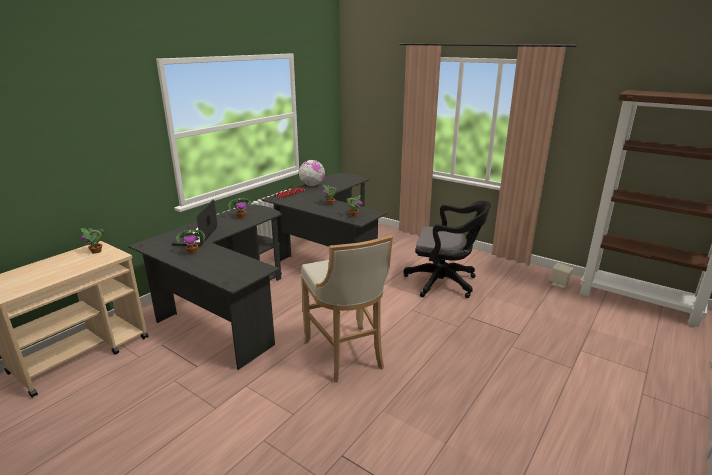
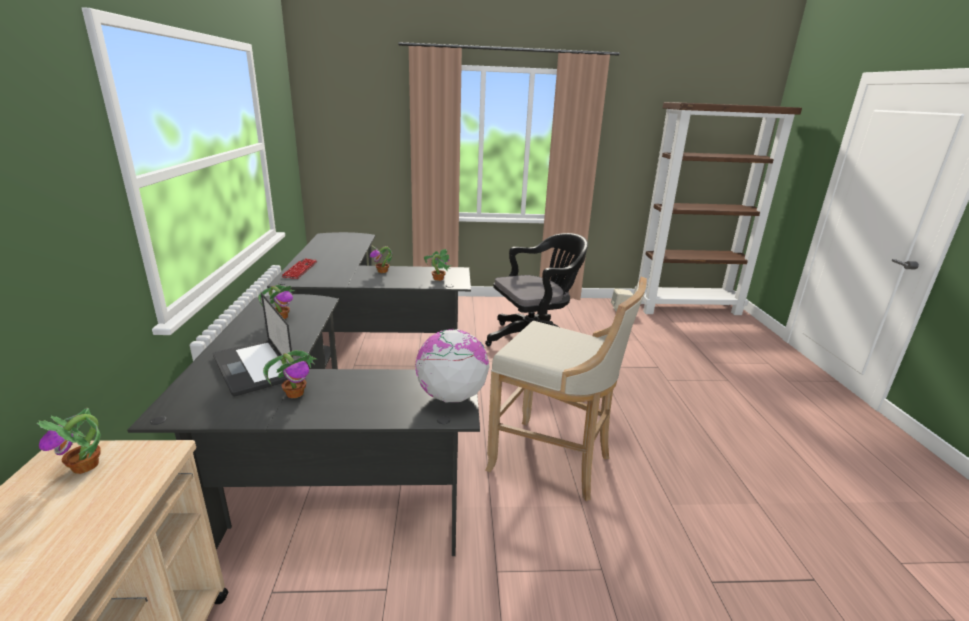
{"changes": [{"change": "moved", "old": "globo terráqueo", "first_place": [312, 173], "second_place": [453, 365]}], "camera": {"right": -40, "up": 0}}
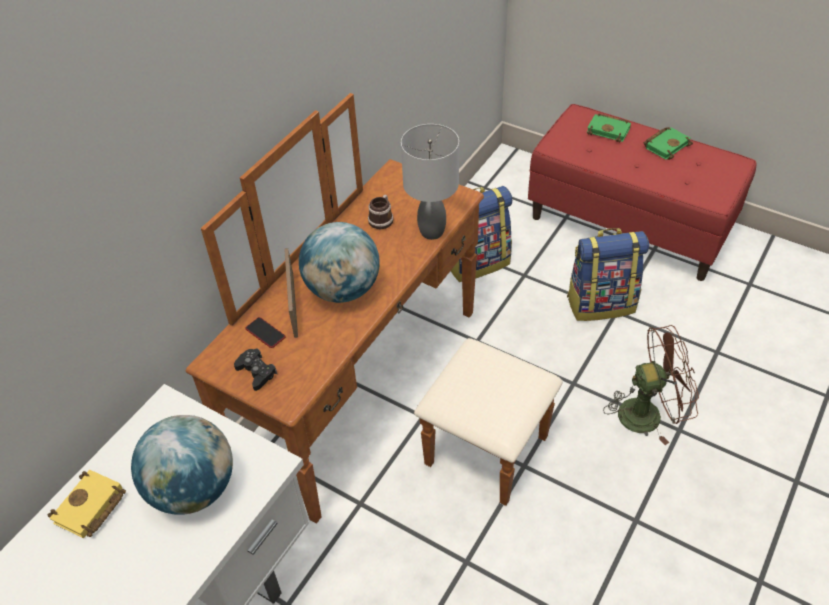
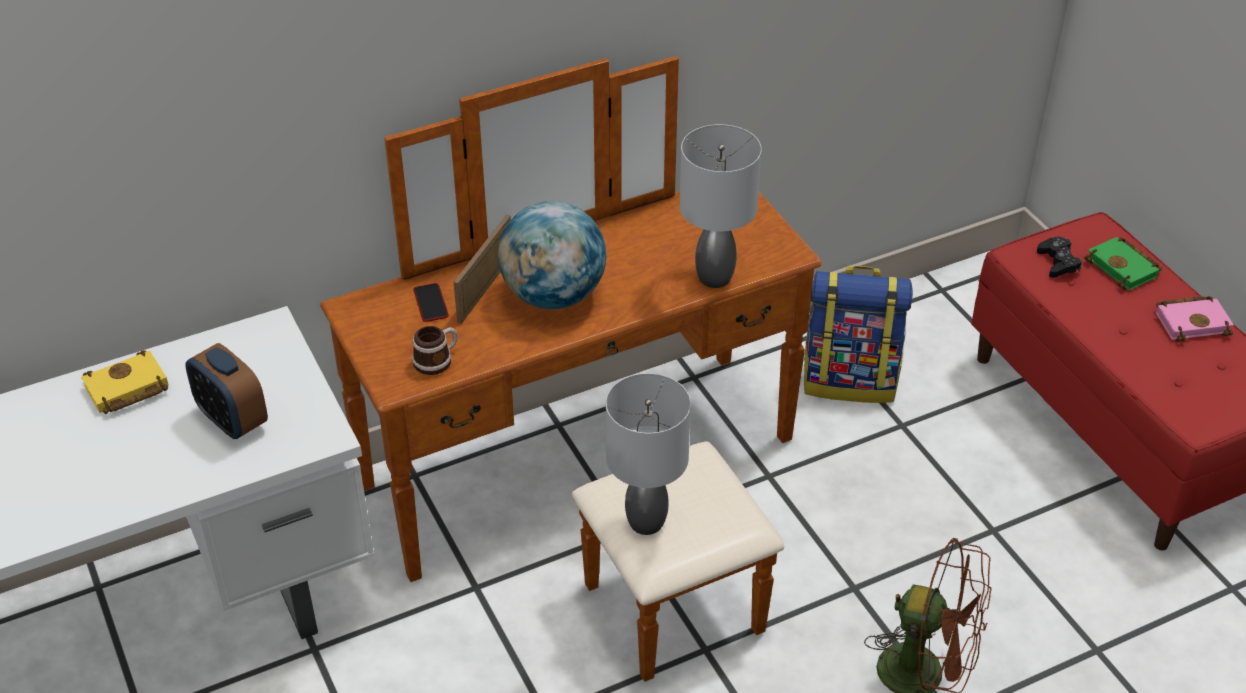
{"changes": [{"change": "replaced", "old": "globo terráqueo", "new": "despertador", "first_place": [182, 465], "second_place": [227, 391]}, {"change": "moved", "old": "mando de consola (negro)", "first_place": [255, 369], "second_place": [1059, 257]}, {"change": "moved", "old": "taza grande", "first_place": [380, 212], "second_place": [435, 350]}, {"change": "removed", "old": "mochila", "first_place": [608, 274]}, {"change": "recoloured", "old": "libro (verde)", "new": "libro (rosa)", "first_place": [668, 143], "second_place": [1195, 319]}, {"change": "added", "new": "lámpara de mesa (gris)", "second_place": [648, 454]}], "camera": {"right": 30, "up": -5}}
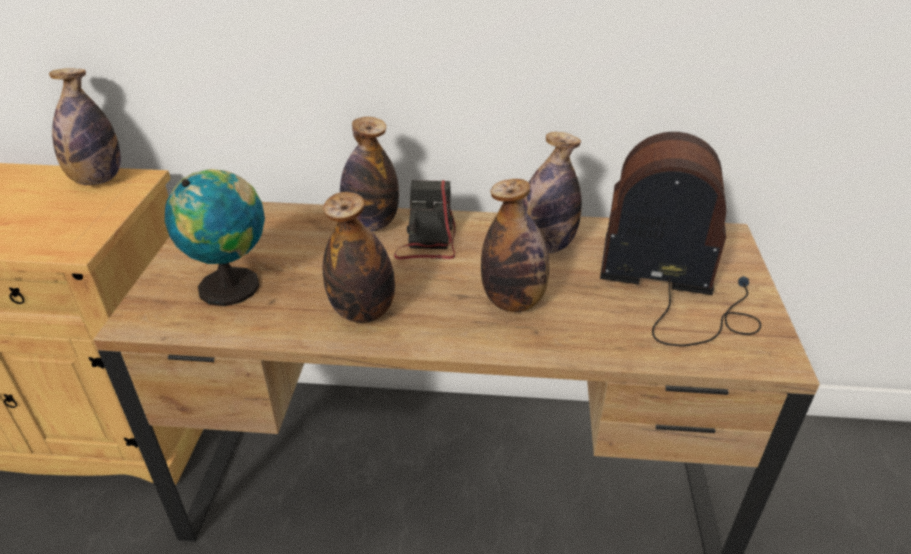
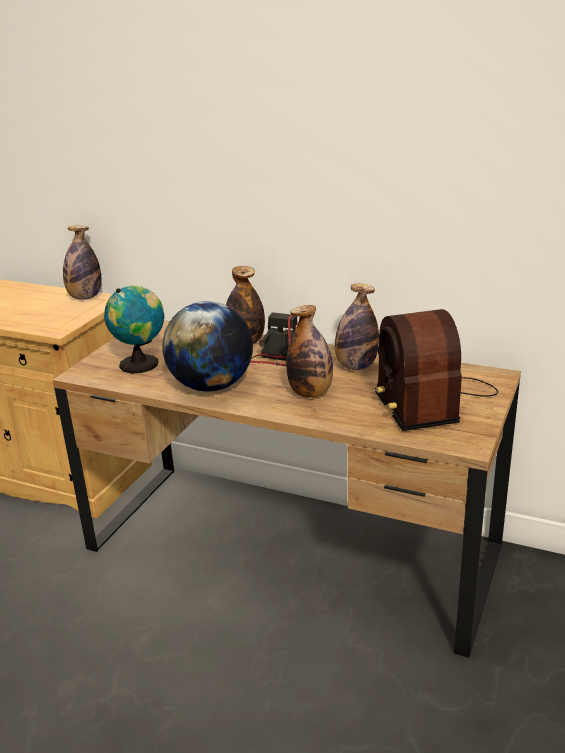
{"changes": [{"change": "replaced", "old": "botella", "new": "globo terráqueo", "first_place": [359, 257], "second_place": [207, 346]}, {"change": "turned", "old": "radio", "first_place": [680, 239], "second_place": [436, 370], "degrees": -135}], "camera": {"right": 20, "up": -10}}
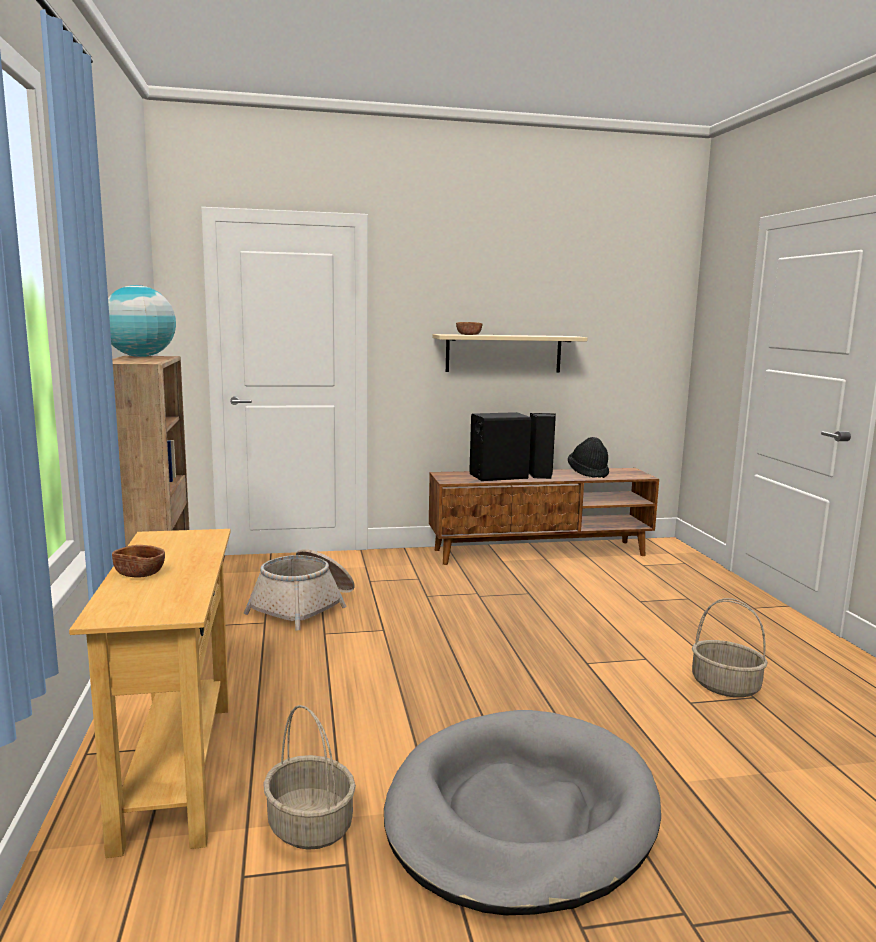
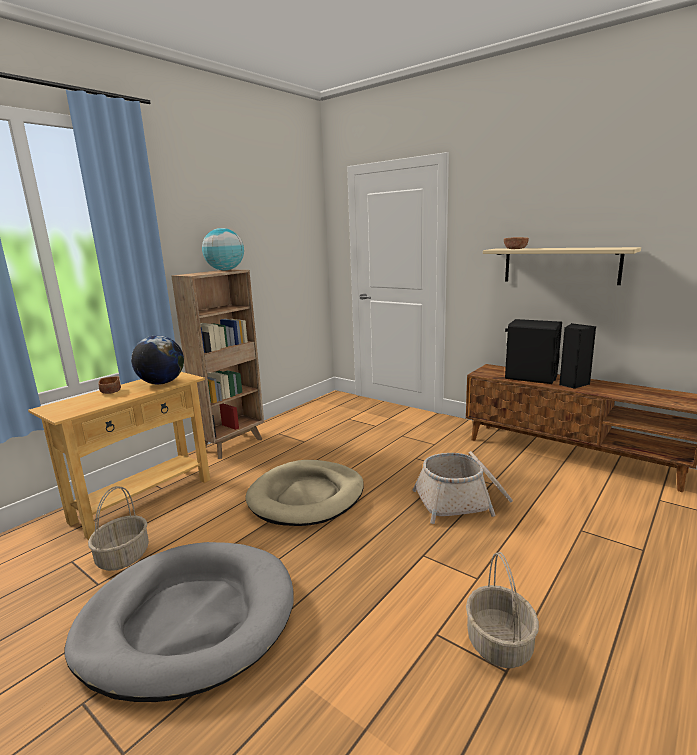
{"changes": [{"change": "moved", "old": "cesta", "first_place": [299, 590], "second_place": [463, 487]}, {"change": "removed", "old": "sombrero (negro)", "first_place": [588, 457]}, {"change": "added", "new": "globo terráqueo", "second_place": [157, 360]}, {"change": "added", "new": "cama para perro (beis)", "second_place": [304, 493]}], "camera": {"right": 50, "up": 5}}
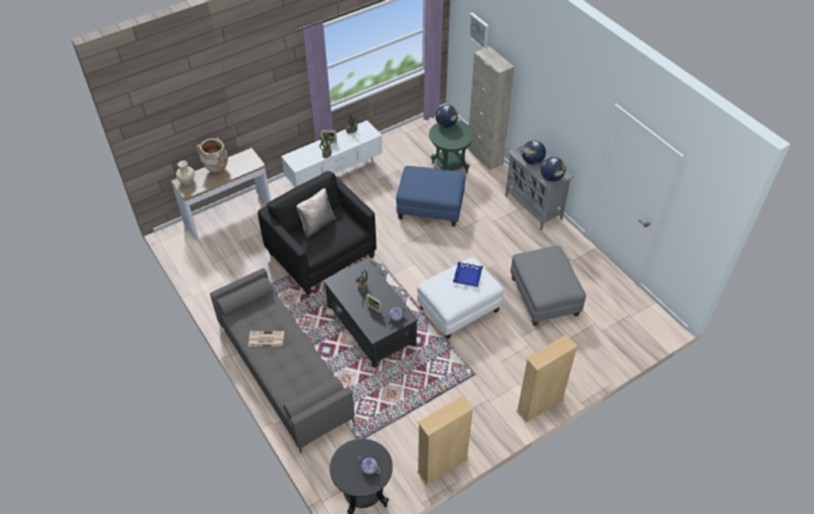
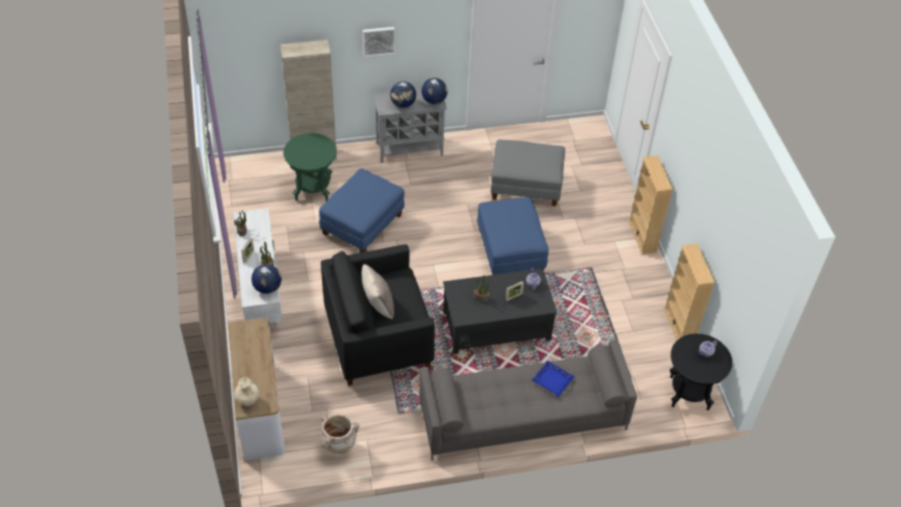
{"changes": [{"change": "moved", "old": "florero (beis)", "first_place": [212, 156], "second_place": [339, 434]}, {"change": "removed", "old": "periódico", "first_place": [266, 339]}, {"change": "recoloured", "old": "puf (blanco)", "new": "puf (azul)", "first_place": [460, 298], "second_place": [513, 236]}, {"change": "moved", "old": "globo terráqueo", "first_place": [447, 116], "second_place": [266, 279]}, {"change": "moved", "old": "bandeja (azul)", "first_place": [468, 274], "second_place": [553, 378]}, {"change": "moved", "old": "cuadro", "first_place": [478, 30], "second_place": [379, 42]}], "camera": {"right": -70, "up": 0}}
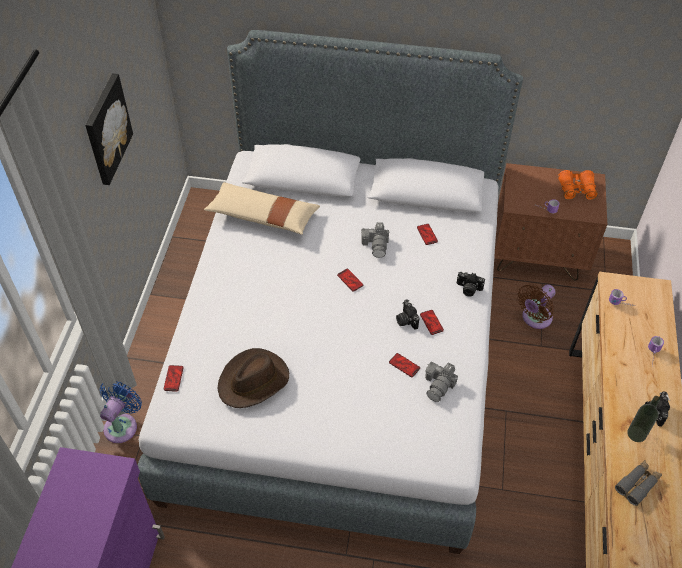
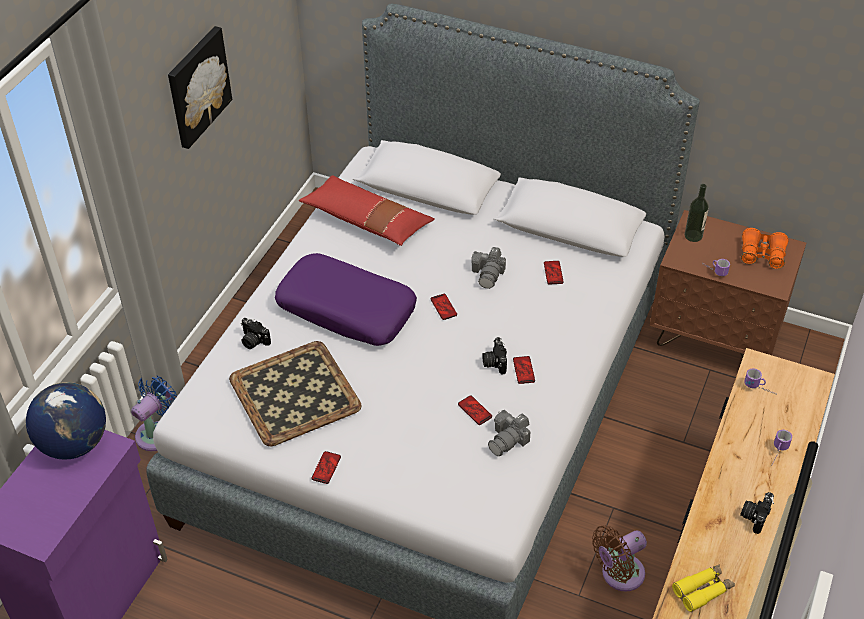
{"changes": [{"change": "moved", "old": "móvil", "first_place": [173, 378], "second_place": [326, 467]}, {"change": "recoloured", "old": "cojín (beis)", "new": "cojín (rojo)", "first_place": [262, 208], "second_place": [367, 210]}, {"change": "replaced", "old": "sombrero (marrón)", "new": "bandeja", "first_place": [253, 378], "second_place": [295, 393]}, {"change": "moved", "old": "cámara", "first_place": [471, 284], "second_place": [256, 333]}, {"change": "moved", "old": "ventilador (marrón)", "first_place": [536, 306], "second_place": [619, 558]}, {"change": "recoloured", "old": "prismáticos (gris)", "new": "prismáticos (amarillo)", "first_place": [638, 483], "second_place": [703, 588]}, {"change": "moved", "old": "botella", "first_place": [643, 419], "second_place": [697, 213]}, {"change": "added", "new": "globo terráqueo", "second_place": [66, 421]}, {"change": "added", "new": "cojín (morado)", "second_place": [346, 299]}], "camera": {"right": 15, "up": -5}}
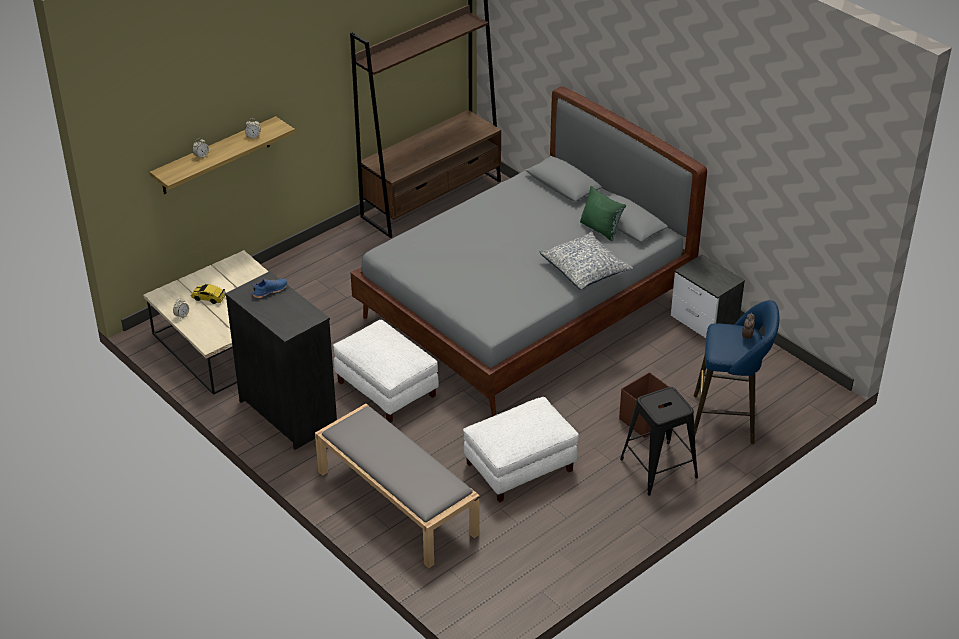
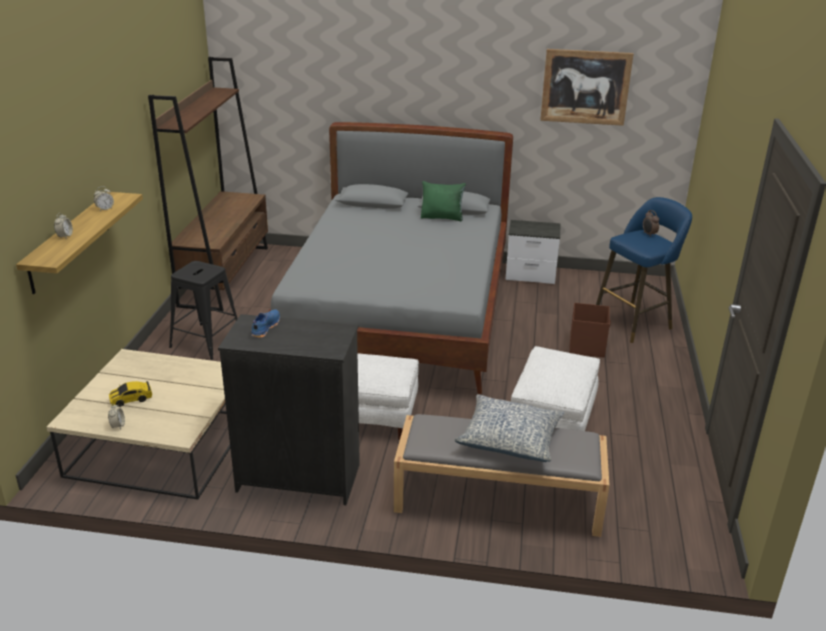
{"changes": [{"change": "moved", "old": "cojín", "first_place": [586, 261], "second_place": [510, 428]}, {"change": "moved", "old": "taburete (negro)", "first_place": [659, 441], "second_place": [203, 310]}, {"change": "added", "new": "cuadro", "second_place": [587, 87]}], "camera": {"right": -40, "up": -10}}
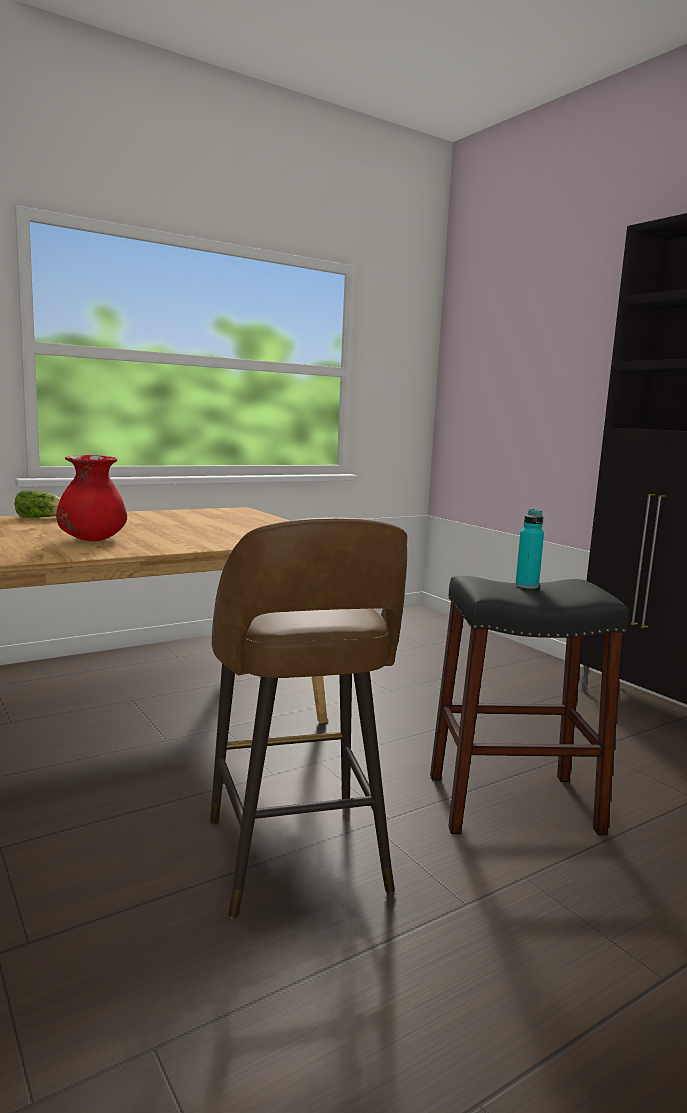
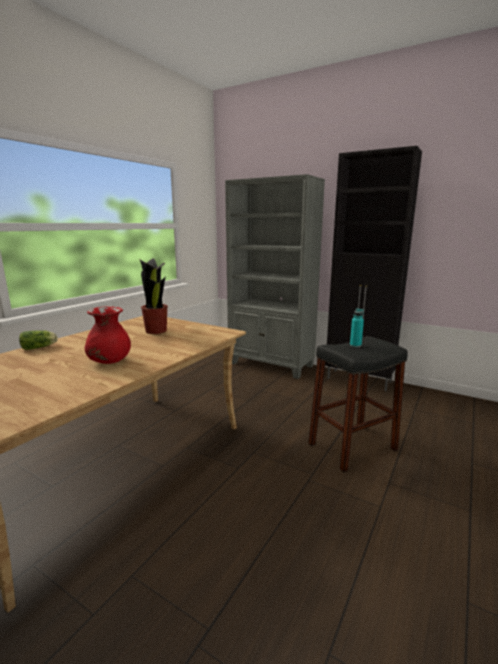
{"changes": [{"change": "removed", "old": "taburete (marrón)", "first_place": [308, 718]}, {"change": "added", "new": "planta en maceta", "second_place": [154, 296]}, {"change": "added", "new": "estantería (gris)", "second_place": [275, 276]}], "camera": {"right": -25, "up": 5}}
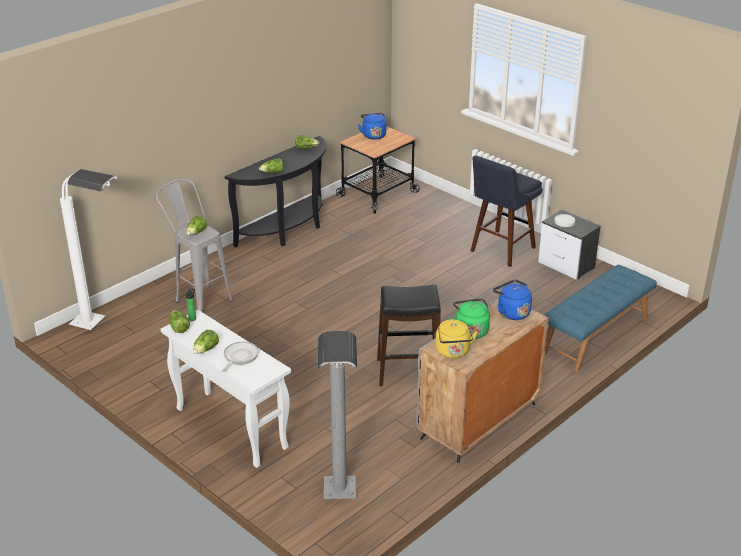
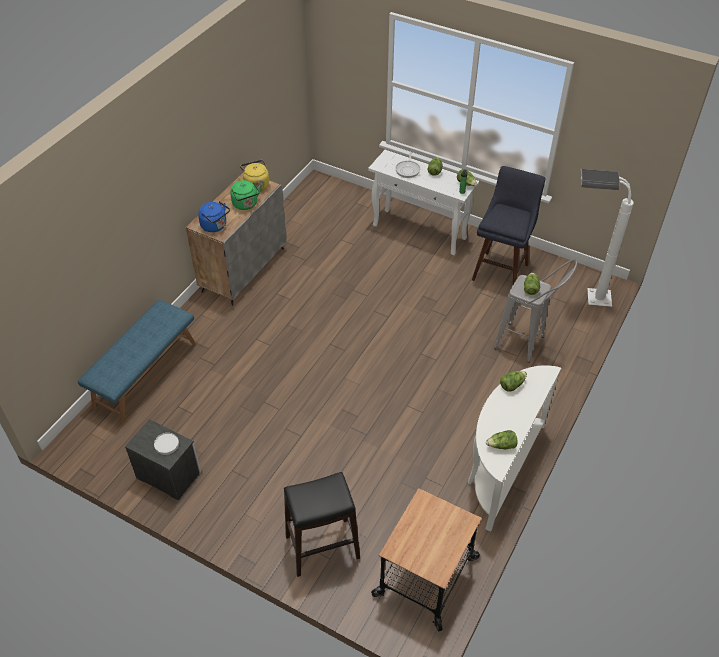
{"changes": [{"change": "recoloured", "old": "mesa consola (negro)", "new": "mesa consola (blanco)", "first_place": [275, 191], "second_place": [514, 448]}, {"change": "removed", "old": "lámpara de pie (gris)", "first_place": [337, 415]}, {"change": "removed", "old": "hervidor (azul)", "first_place": [372, 126]}, {"change": "moved", "old": "taburete (negro)", "first_place": [409, 335], "second_place": [322, 524]}, {"change": "moved", "old": "taburete (azul)", "first_place": [507, 211], "second_place": [508, 225]}], "camera": {"right": 165, "up": 15}}
